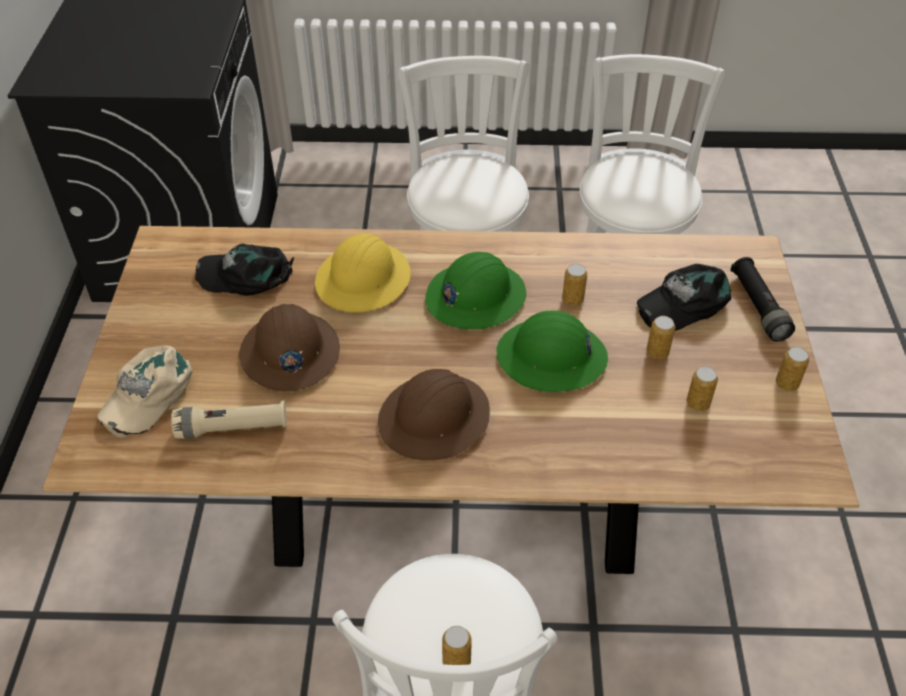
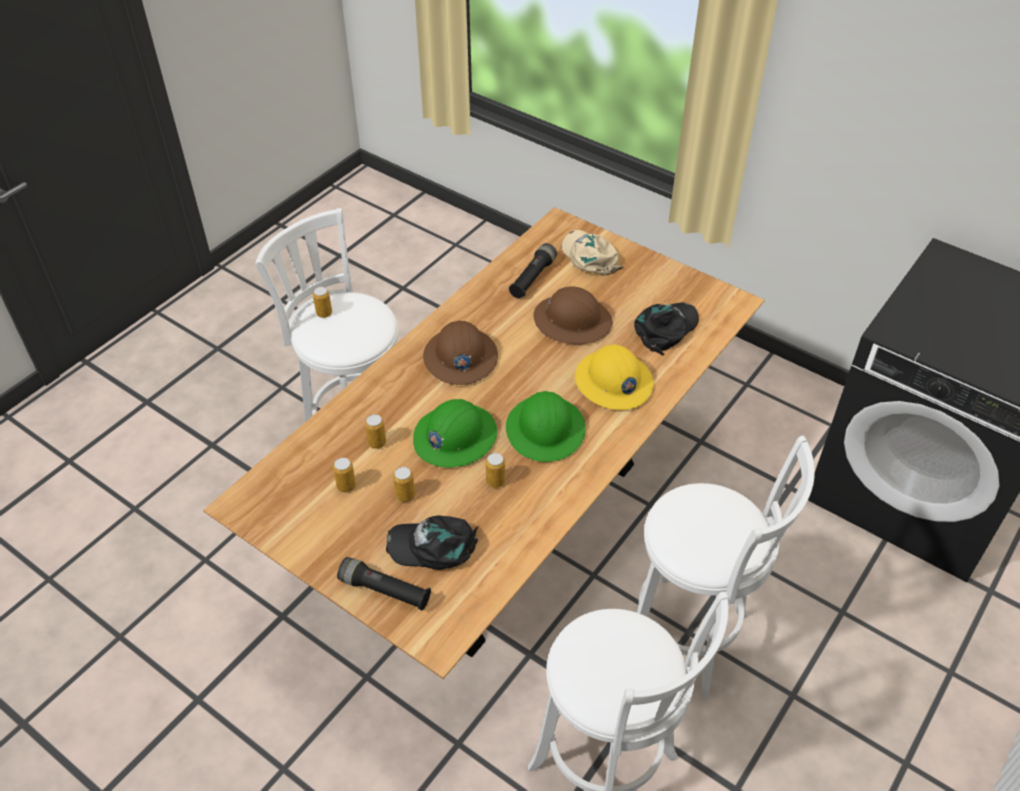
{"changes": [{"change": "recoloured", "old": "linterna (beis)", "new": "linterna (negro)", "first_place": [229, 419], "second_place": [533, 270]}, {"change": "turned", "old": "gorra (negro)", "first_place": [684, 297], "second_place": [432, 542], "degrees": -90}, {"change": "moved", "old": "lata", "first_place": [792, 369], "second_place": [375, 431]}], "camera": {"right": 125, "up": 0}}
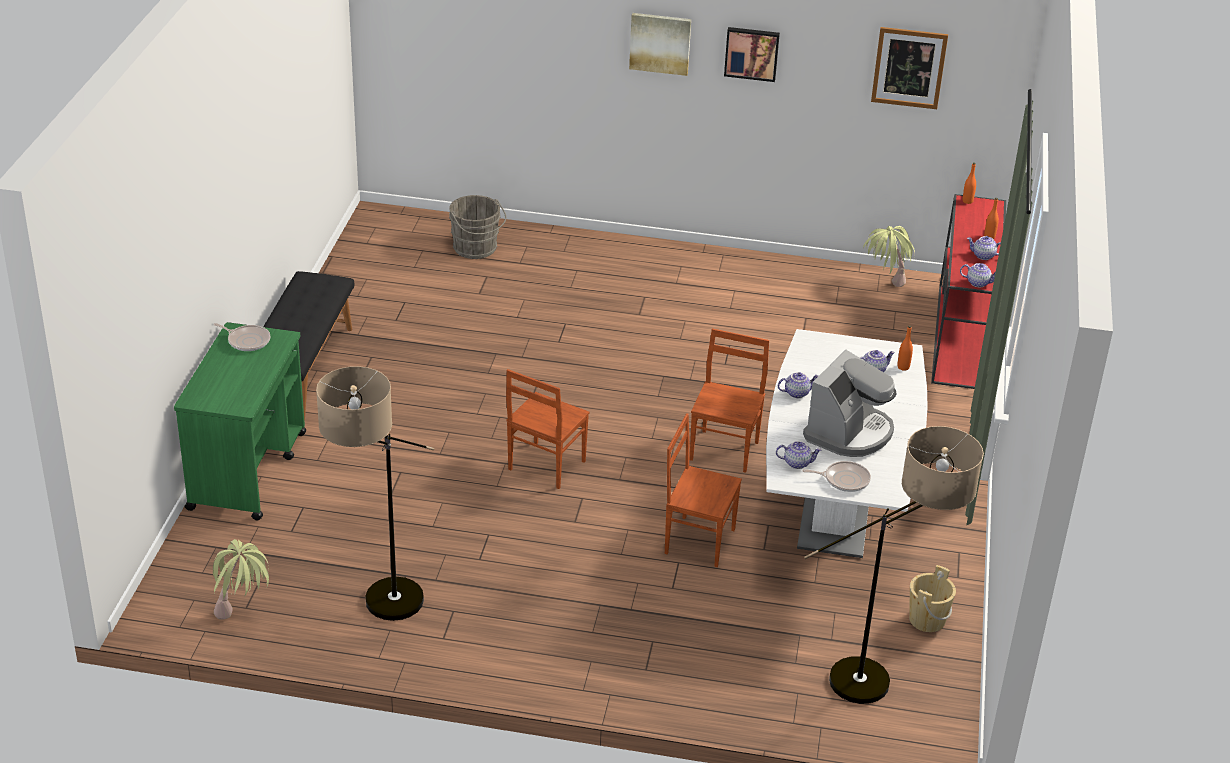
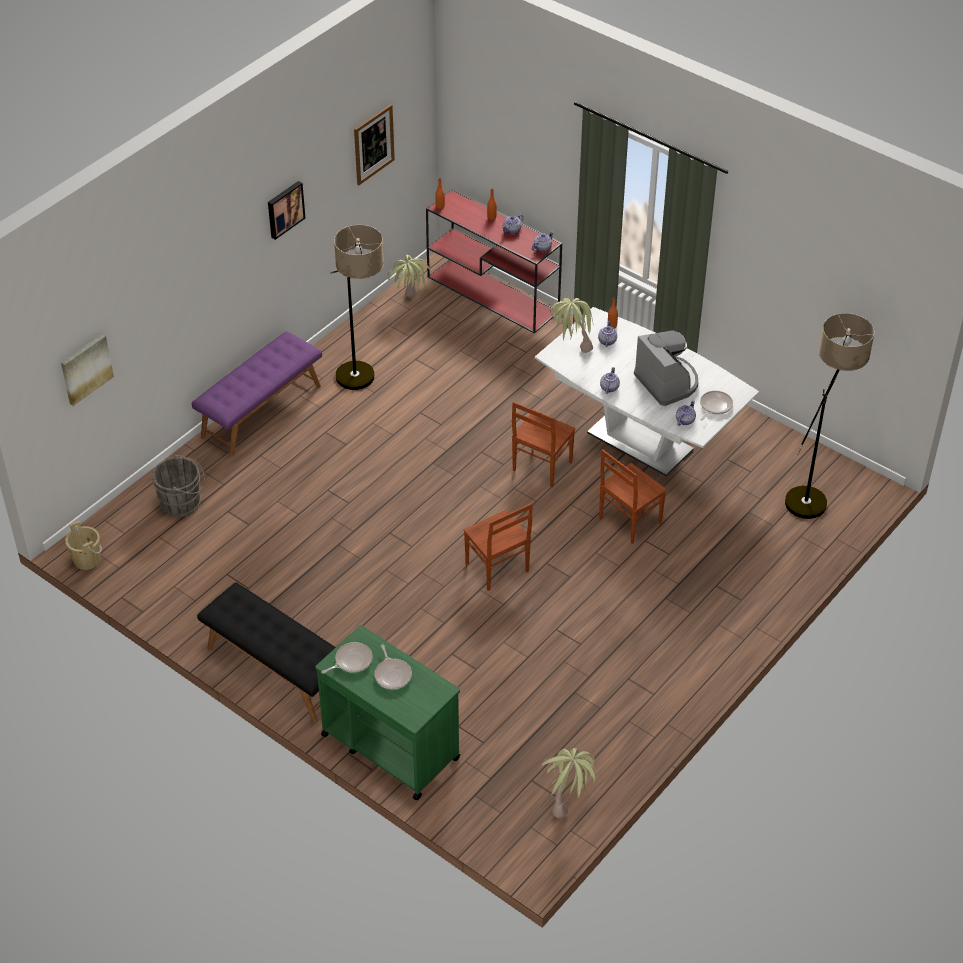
{"changes": [{"change": "moved", "old": "lámpara de pie", "first_place": [375, 493], "second_place": [357, 307]}, {"change": "moved", "old": "cuadro", "first_place": [660, 44], "second_place": [87, 370]}, {"change": "turned", "old": "silla (marrón)", "first_place": [729, 401], "second_place": [544, 444], "degrees": -105}, {"change": "moved", "old": "cubo (beis)", "first_place": [932, 598], "second_place": [83, 545]}, {"change": "added", "new": "banco (morado)", "second_place": [257, 393]}, {"change": "added", "new": "sartén", "second_place": [393, 666]}, {"change": "added", "new": "planta en maceta", "second_place": [571, 325]}], "camera": {"right": -60, "up": 10}}
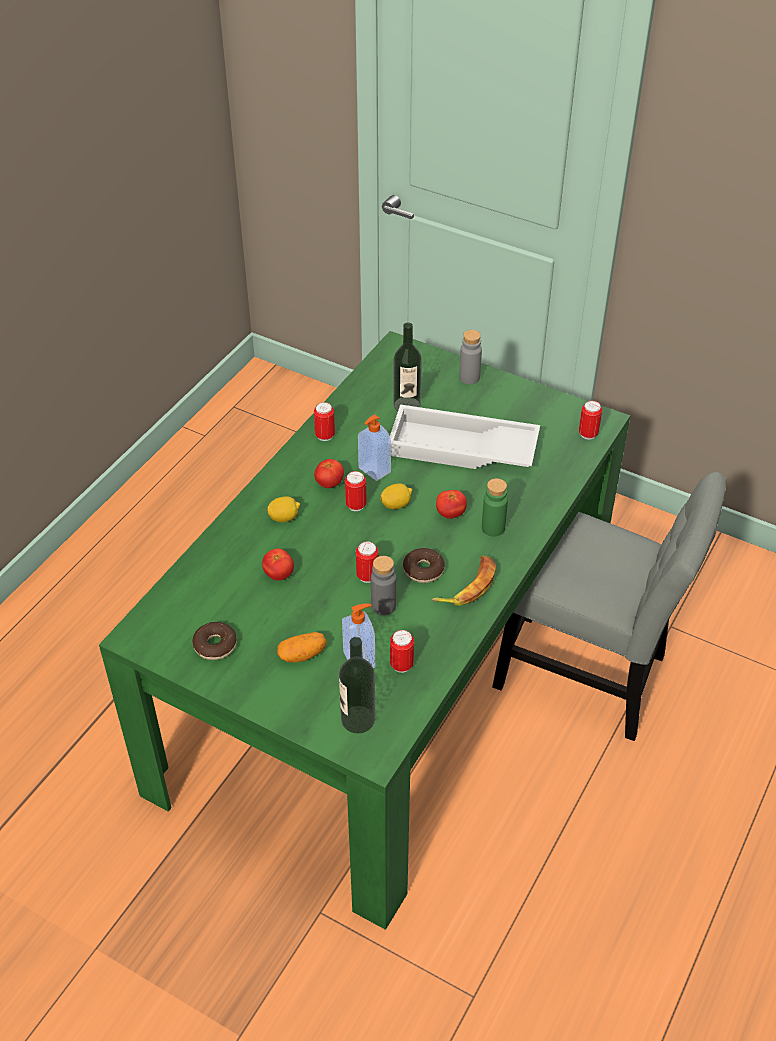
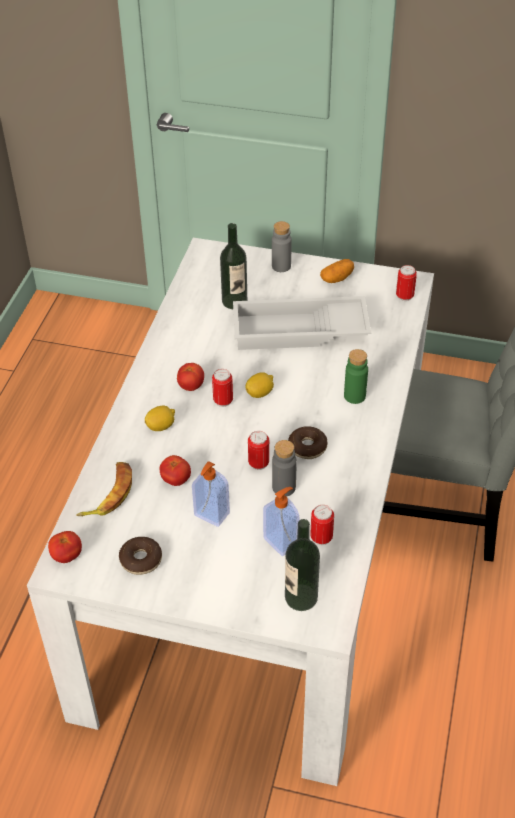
{"changes": [{"change": "recoloured", "old": "mesa de comedor (verde)", "new": "mesa de comedor (blanco)", "first_place": [364, 630], "second_place": [230, 512]}, {"change": "moved", "old": "patata", "first_place": [302, 647], "second_place": [337, 271]}, {"change": "removed", "old": "lata", "first_place": [324, 421]}, {"change": "moved", "old": "dispensador de jabón", "first_place": [374, 448], "second_place": [211, 494]}, {"change": "moved", "old": "plátano", "first_place": [464, 581], "second_place": [104, 489]}, {"change": "moved", "old": "tomate", "first_place": [451, 504], "second_place": [65, 547]}], "camera": {"right": -15, "up": 0}}
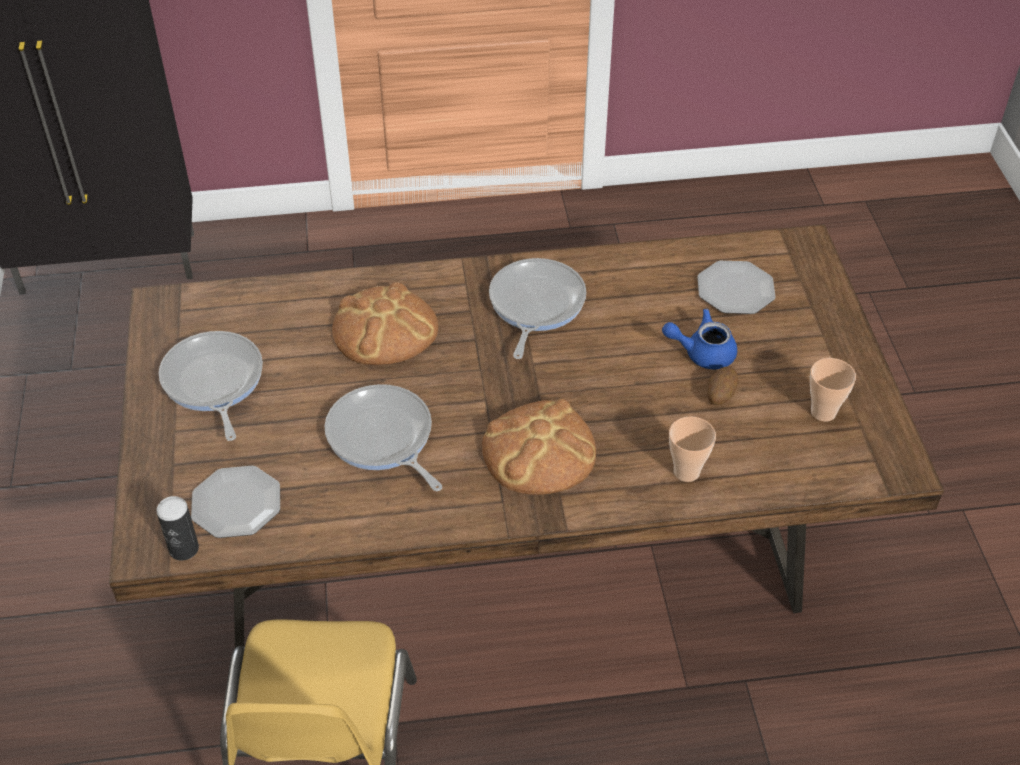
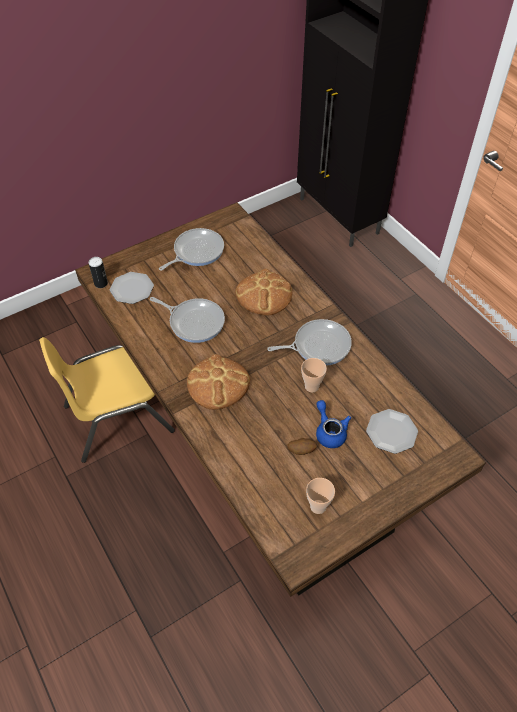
{"changes": [{"change": "turned", "old": "sartén", "first_place": [383, 437], "second_place": [187, 320], "degrees": 90}, {"change": "moved", "old": "taza", "first_place": [692, 449], "second_place": [314, 375]}], "camera": {"right": 65, "up": 5}}
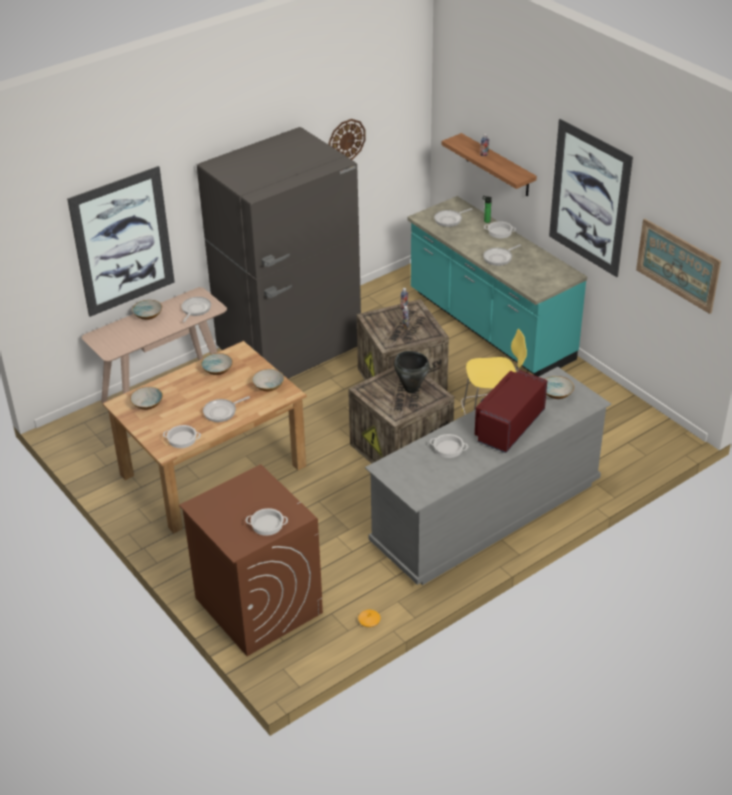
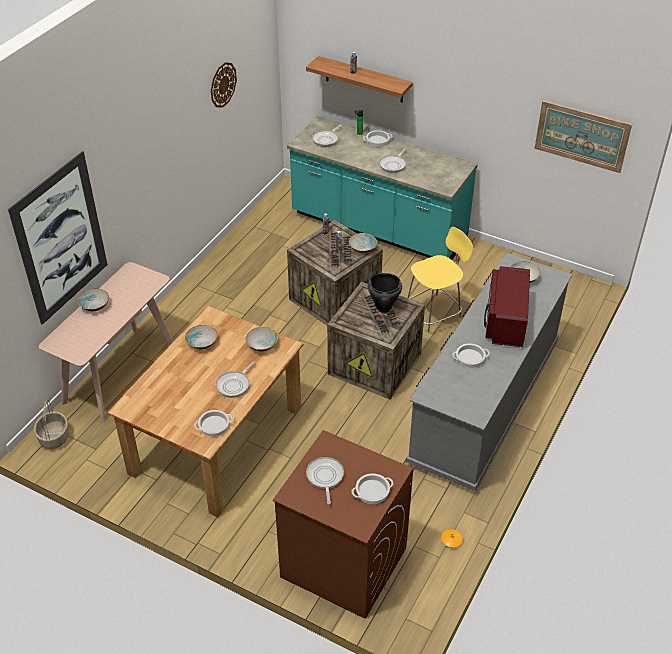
{"changes": [{"change": "moved", "old": "cuenco", "first_place": [146, 398], "second_place": [363, 243]}, {"change": "moved", "old": "sartén", "first_place": [196, 309], "second_place": [325, 480]}, {"change": "removed", "old": "nevera (gris)", "first_place": [279, 253]}, {"change": "removed", "old": "cuadro", "first_place": [591, 198]}, {"change": "added", "new": "cesta", "second_place": [51, 424]}], "camera": {"right": -25, "up": 5}}
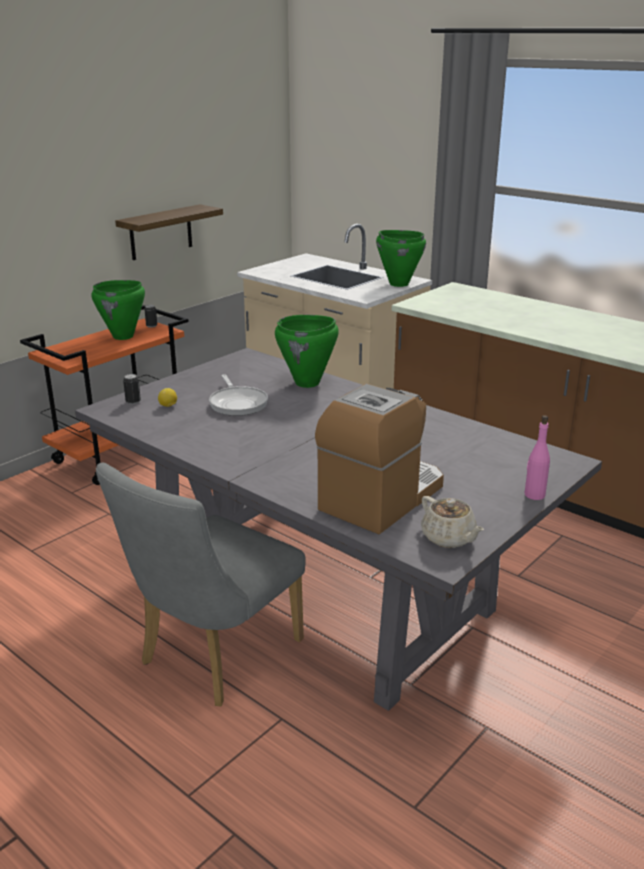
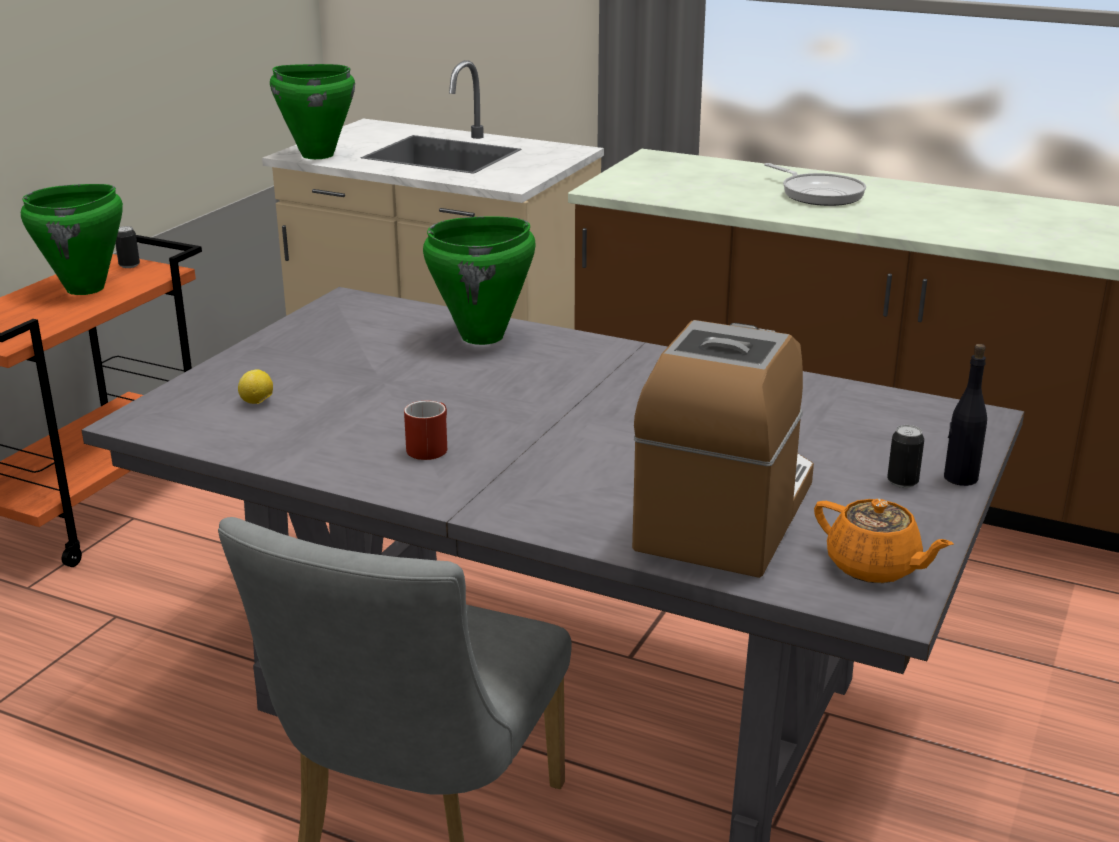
{"changes": [{"change": "removed", "old": "estante", "first_place": [169, 232]}, {"change": "moved", "old": "lata", "first_place": [132, 389], "second_place": [905, 456]}, {"change": "moved", "old": "sartén", "first_place": [238, 395], "second_place": [815, 184]}, {"change": "moved", "old": "olla (verde)", "first_place": [401, 258], "second_place": [312, 111]}, {"change": "recoloured", "old": "tetera (beis)", "new": "tetera (naranja)", "first_place": [452, 522], "second_place": [884, 541]}, {"change": "recoloured", "old": "botella (rosa)", "new": "botella (negro)", "first_place": [537, 457], "second_place": [965, 415]}, {"change": "added", "new": "taza grande (rojo)", "second_place": [425, 430]}], "camera": {"right": -15, "up": 0}}
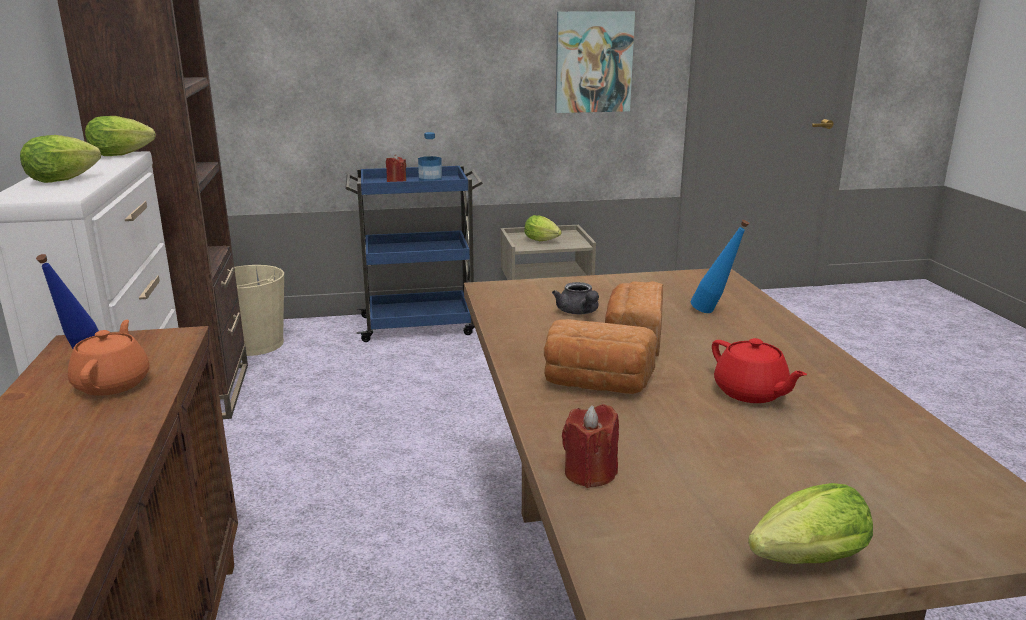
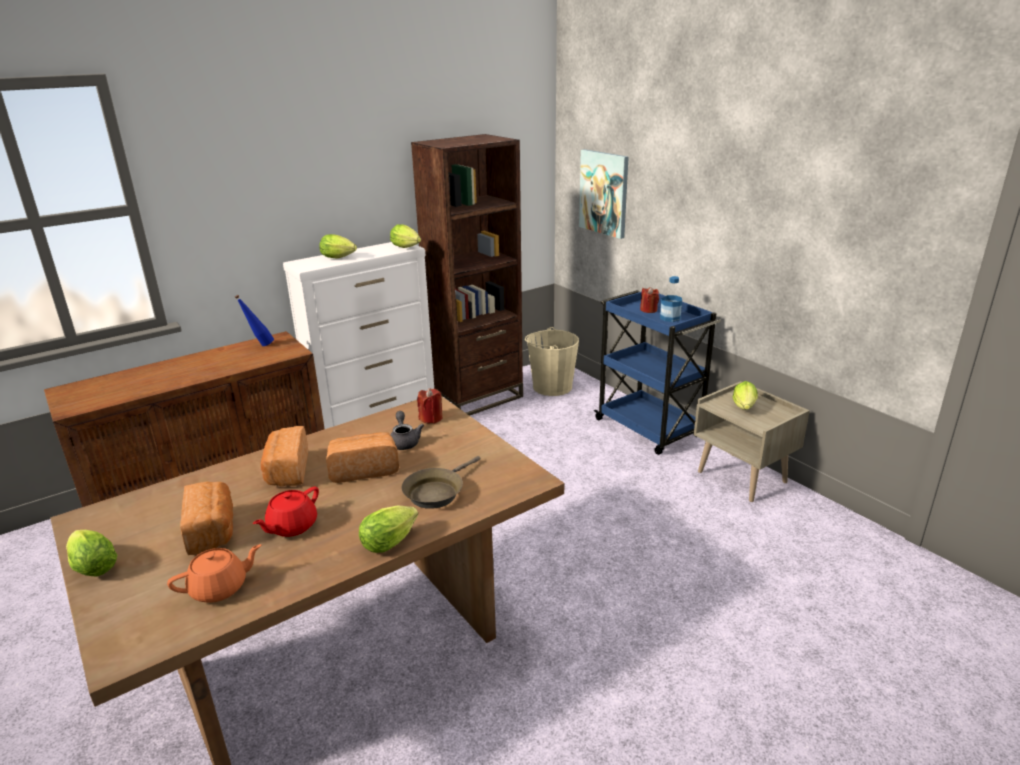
{"changes": [{"change": "moved", "old": "tetera (naranja)", "first_place": [109, 358], "second_place": [214, 573]}, {"change": "turned", "old": "tetera (gris)", "first_place": [575, 298], "second_place": [407, 430], "degrees": 120}, {"change": "moved", "old": "cuadro", "first_place": [595, 62], "second_place": [604, 194]}, {"change": "moved", "old": "vela (rojo)", "first_place": [590, 446], "second_place": [430, 406]}, {"change": "replaced", "old": "botella (azul)", "new": "sartén (marrón)", "first_place": [720, 266], "second_place": [440, 482]}, {"change": "added", "new": "pan", "second_place": [206, 518]}, {"change": "added", "new": "lechuga", "second_place": [388, 529]}], "camera": {"right": 65, "up": 5}}
